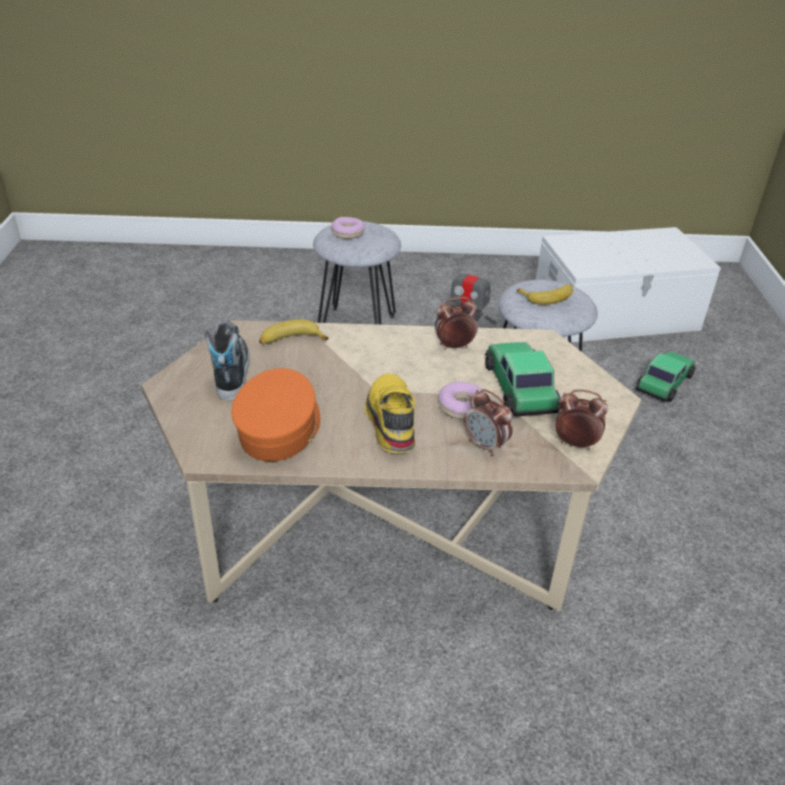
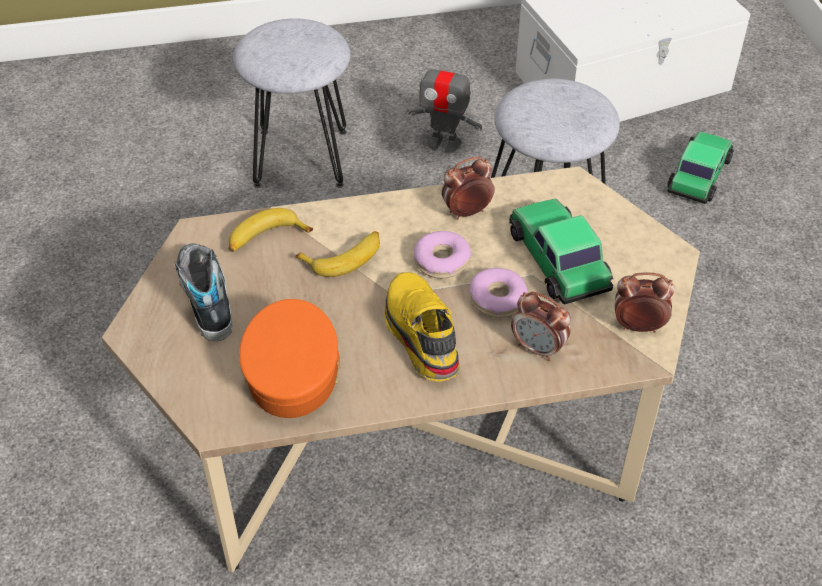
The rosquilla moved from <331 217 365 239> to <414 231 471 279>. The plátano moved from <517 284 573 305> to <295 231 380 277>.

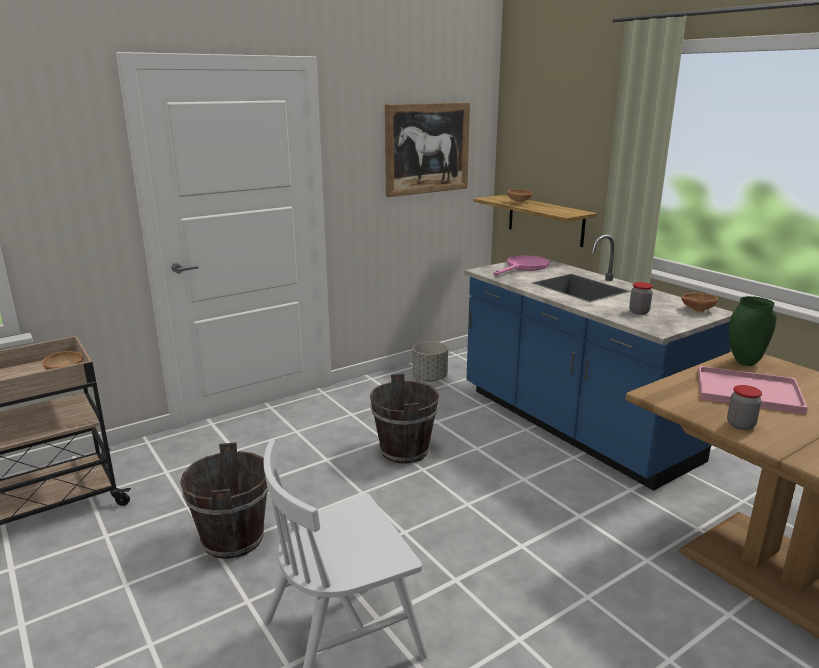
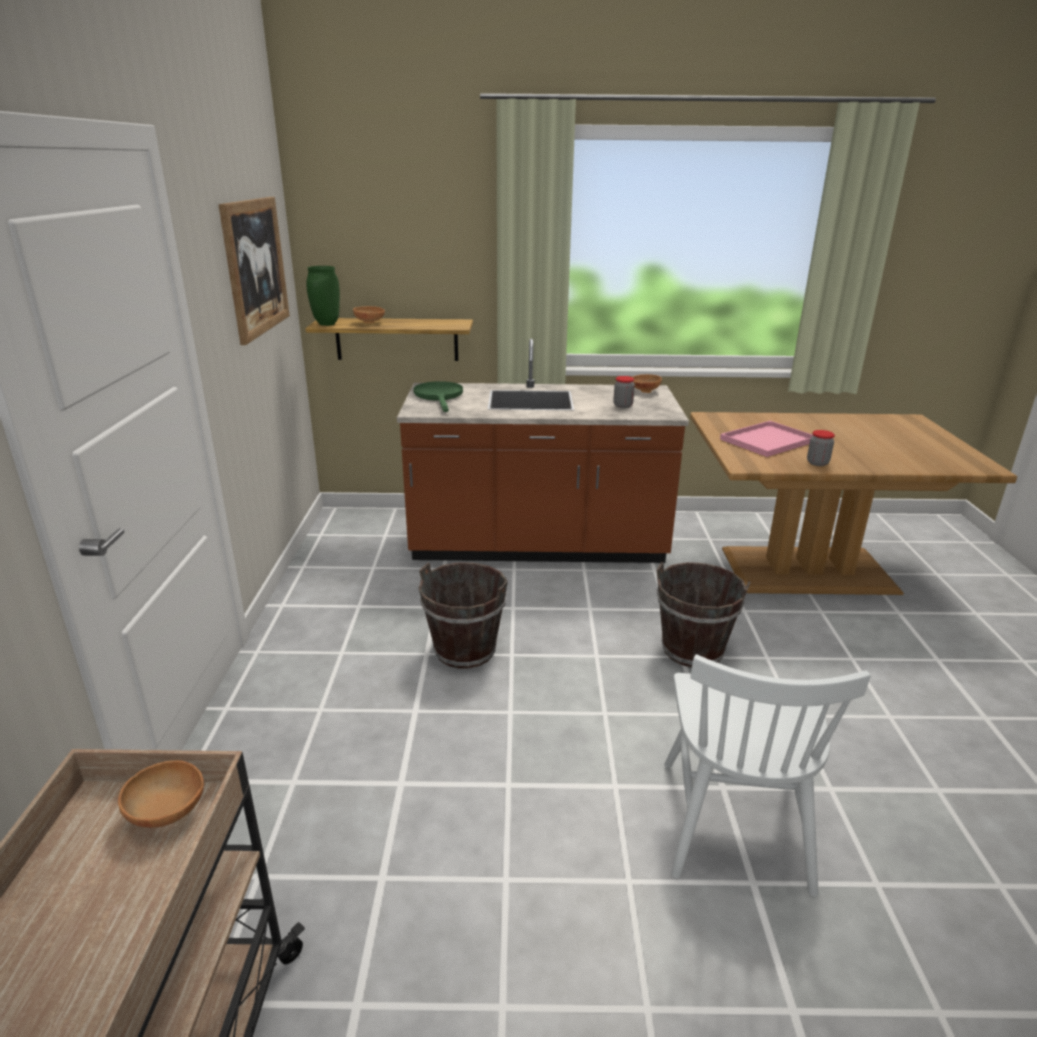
The cubo [marrón] moved from <180 442 268 559> to <656 562 750 668>. The maceta [gris] at <413 341 448 382> disappeared. The mueble bajo de cocina [azul] at <464 234 733 491> became the mueble bajo de cocina [marrón] at <397 339 689 563>. The sartén [rosa] at <493 256 549 275> became the sartén [verde] at <413 381 463 412>. The florero [verde] moved from <729 296 777 366> to <306 266 340 326>.

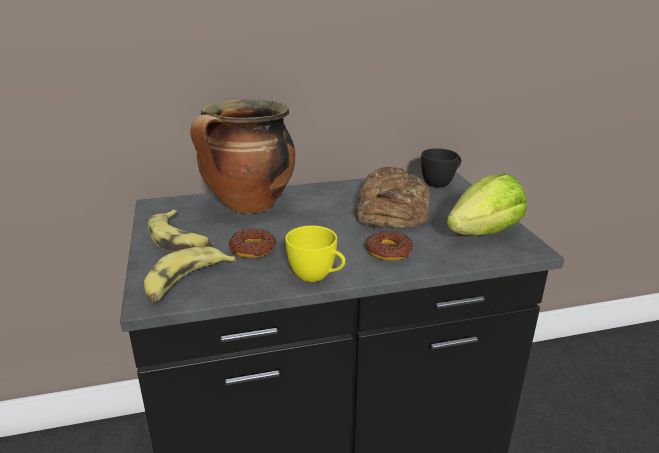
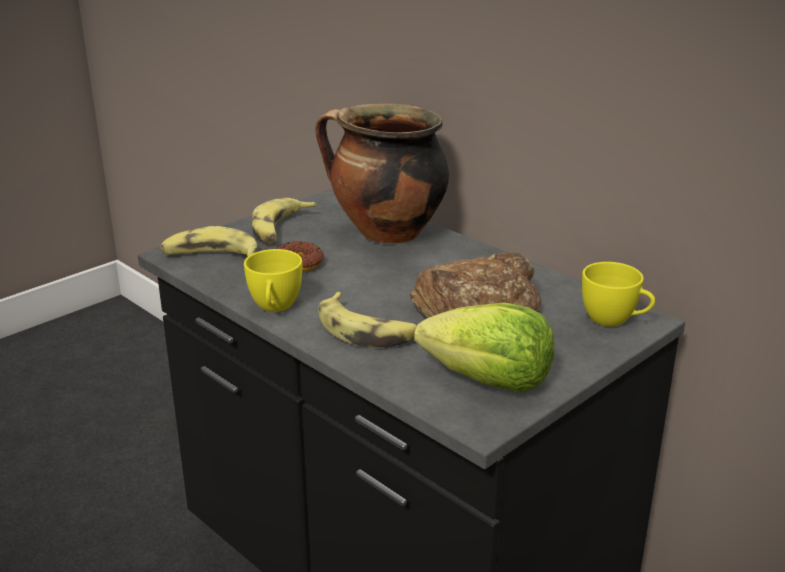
The rosquilla at <365 231 413 261> was replaced by the plátano at <318 292 417 347>. The taza [negro] at <421 148 461 188> became the taza [amarillo] at <582 262 655 327>.

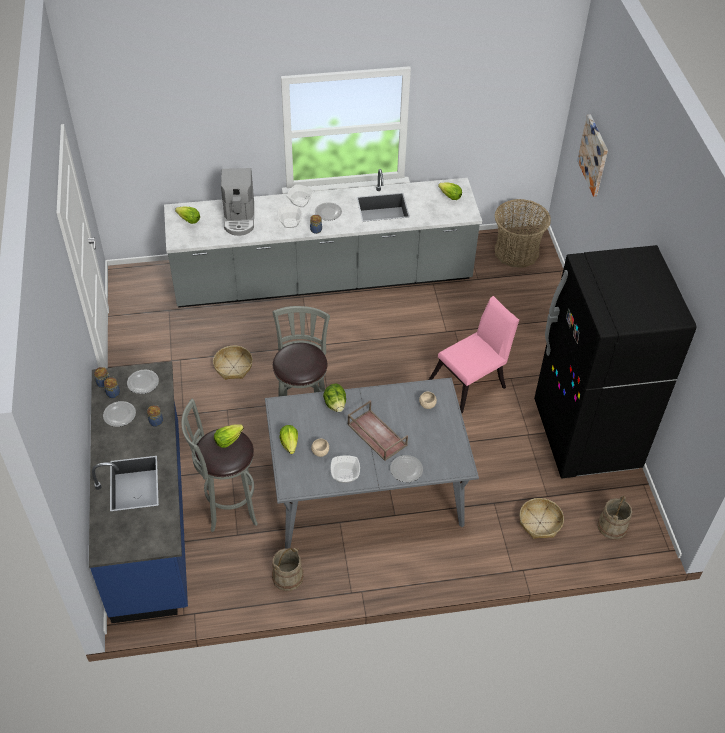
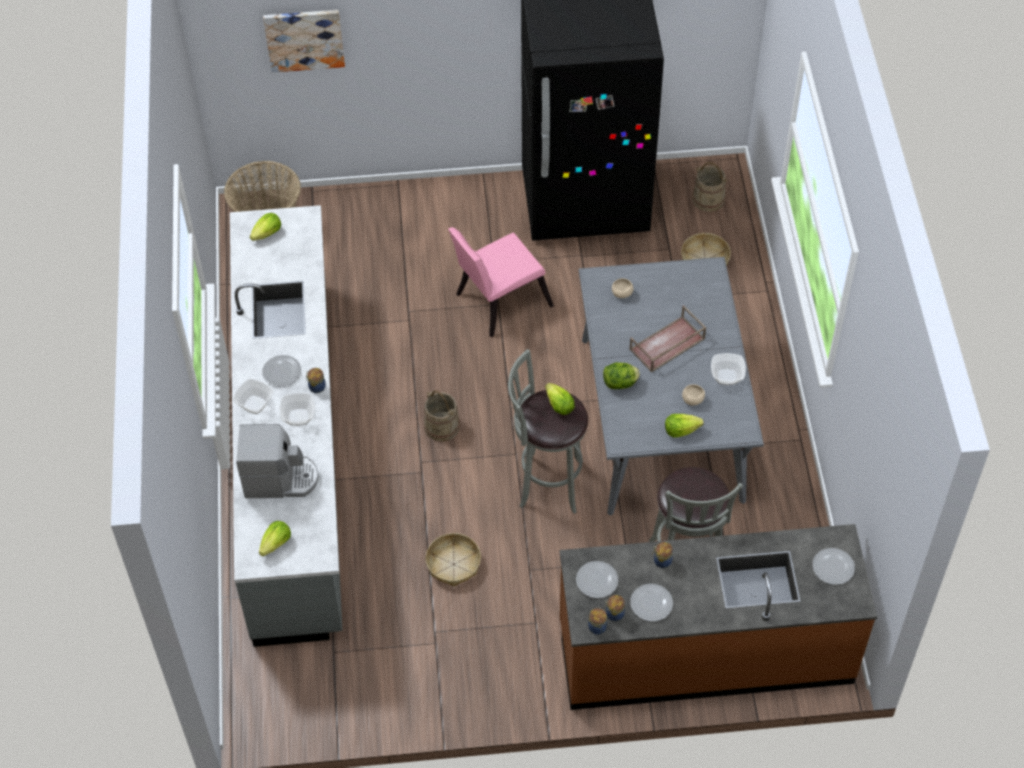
The mueble bajo de cocina [azul] at <89 361 188 623> became the mueble bajo de cocina [marrón] at <559 524 877 710>. The lechuga moved from <214 424 244 448> to <545 383 575 415>. The cubo [beis] moved from <272 548 303 591> to <424 390 460 441>. The plato moved from <390 455 423 482> to <813 548 855 585>. The silla [rosa] at <429 296 519 413> turned 90 degrees counterclockwise.

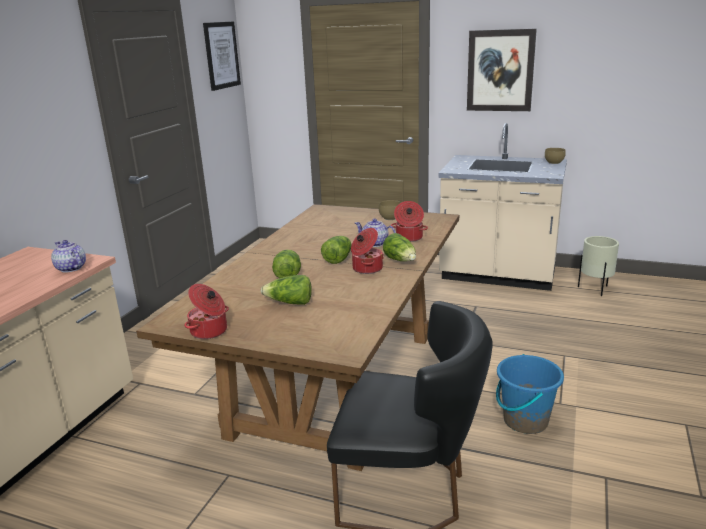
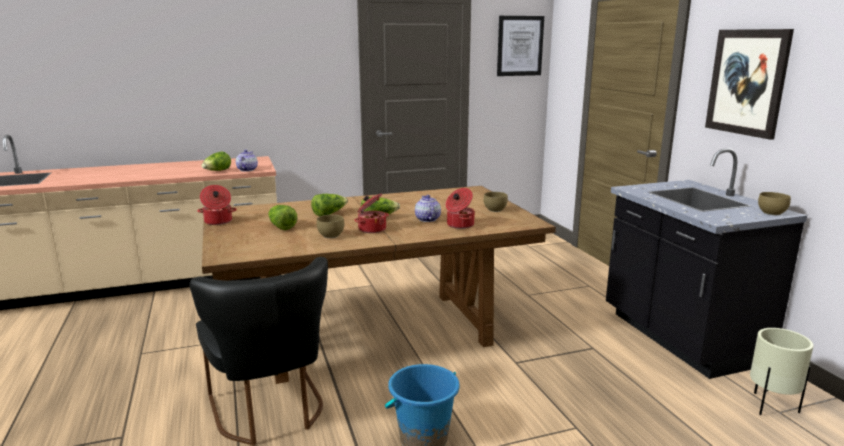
The lechuga moved from <383 233 416 261> to <201 151 231 171>. The mueble bajo de cocina [beis] at <439 123 567 291> became the mueble bajo de cocina [negro] at <606 148 807 379>. The cuenco [marrón] at <317 215 344 238> appeared.

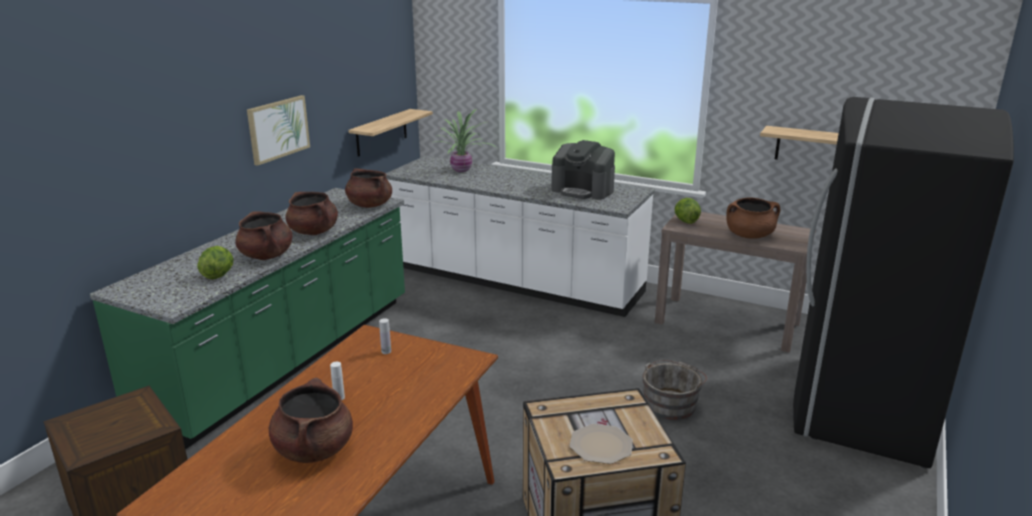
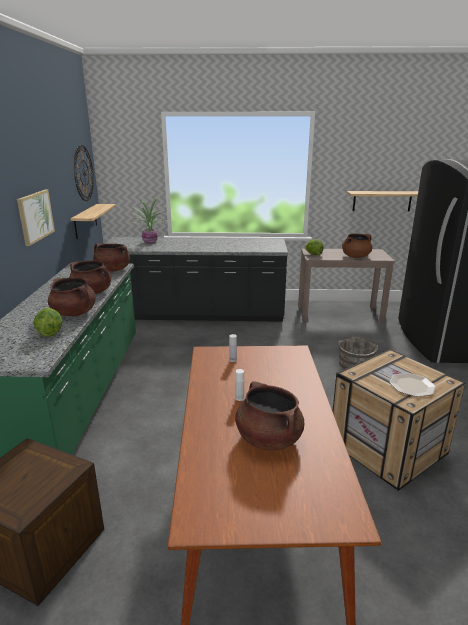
The mueble bajo de cocina [blanco] at <386 156 655 317> became the mueble bajo de cocina [negro] at <105 237 288 322>. The cafetera at <551 140 615 200> disappeared. The reloj de pared at <74 145 94 201> appeared.

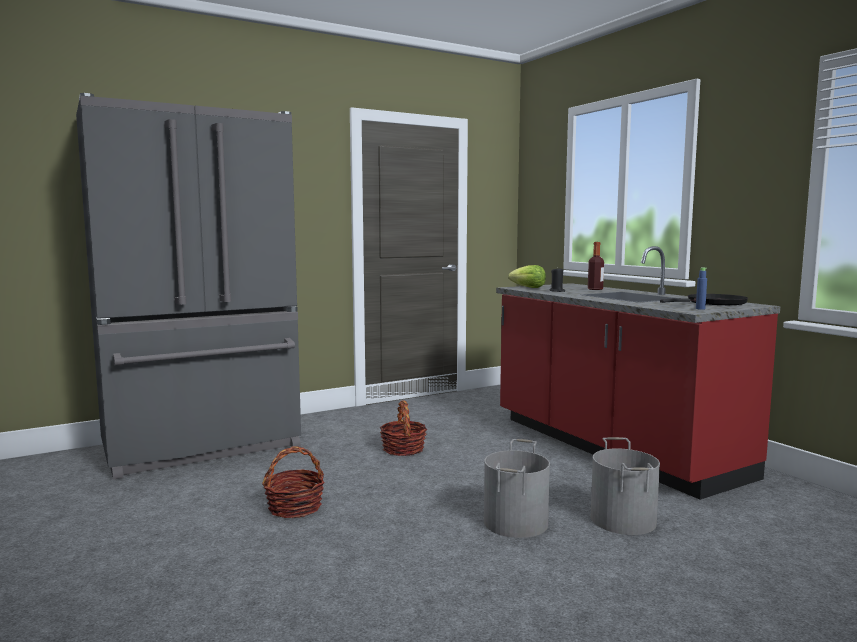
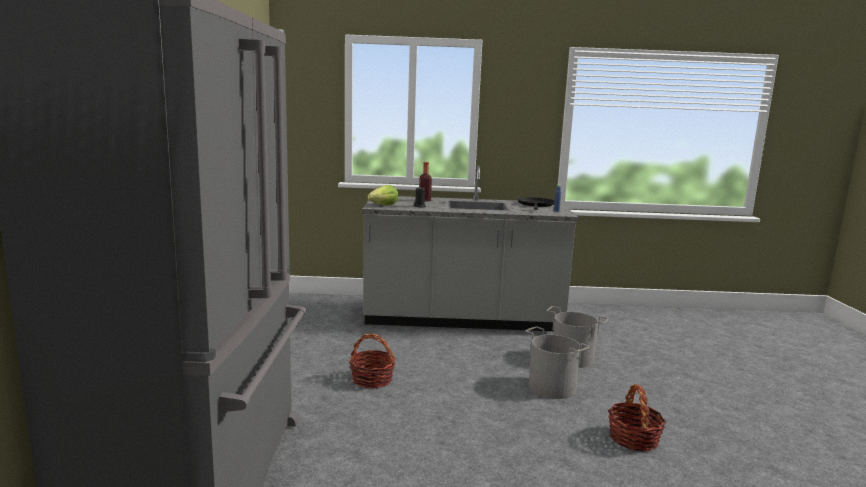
The cesta moved from <262 446 324 518> to <608 384 666 451>. The mueble bajo de cocina [rojo] at <496 246 780 500> became the mueble bajo de cocina [gris] at <362 166 579 331>.

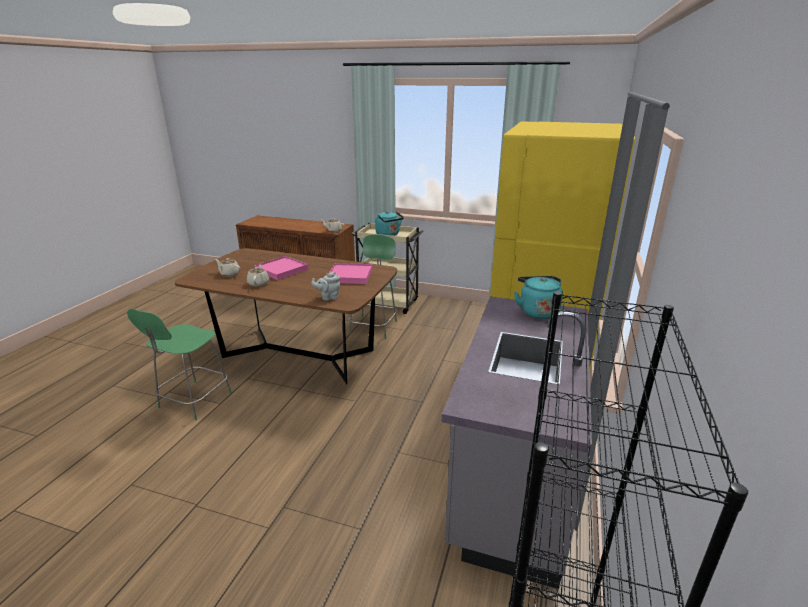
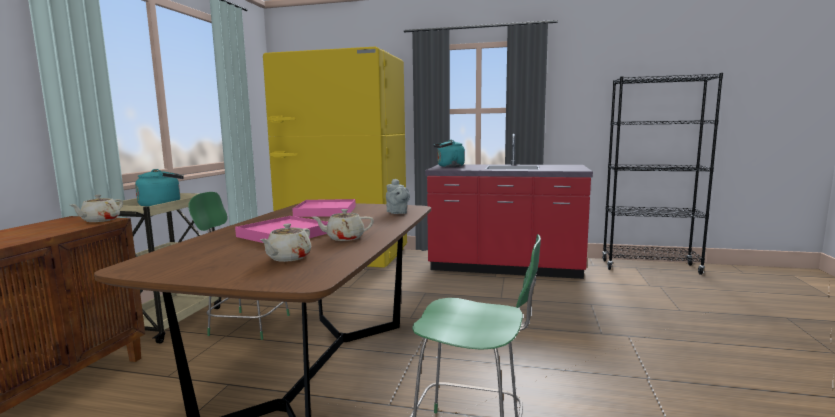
The mueble bajo de cocina [gris] at <442 296 592 589> became the mueble bajo de cocina [rojo] at <425 134 593 279>.

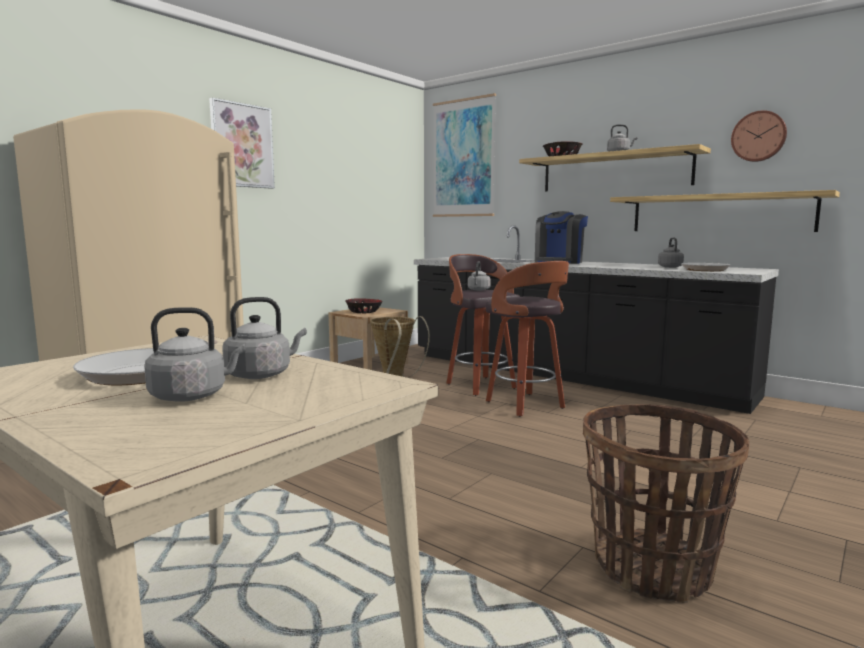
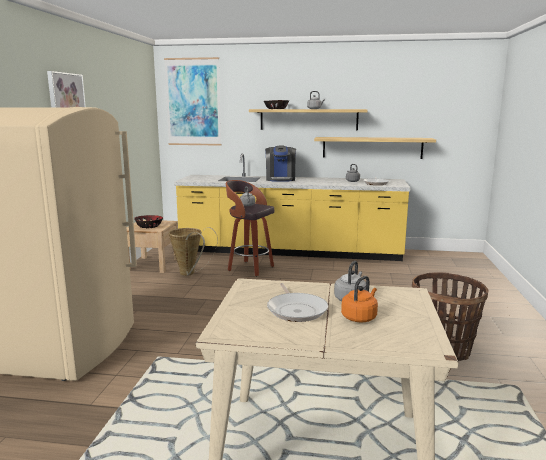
The hervidor [gris] at <144 307 246 402> became the hervidor [naranja] at <341 276 378 322>. The mueble bajo de cocina [negro] at <414 225 779 414> became the mueble bajo de cocina [amarillo] at <174 154 410 261>. The taburete at <486 261 569 417> disappeared. The reloj de pared at <731 110 787 162> disappeared.

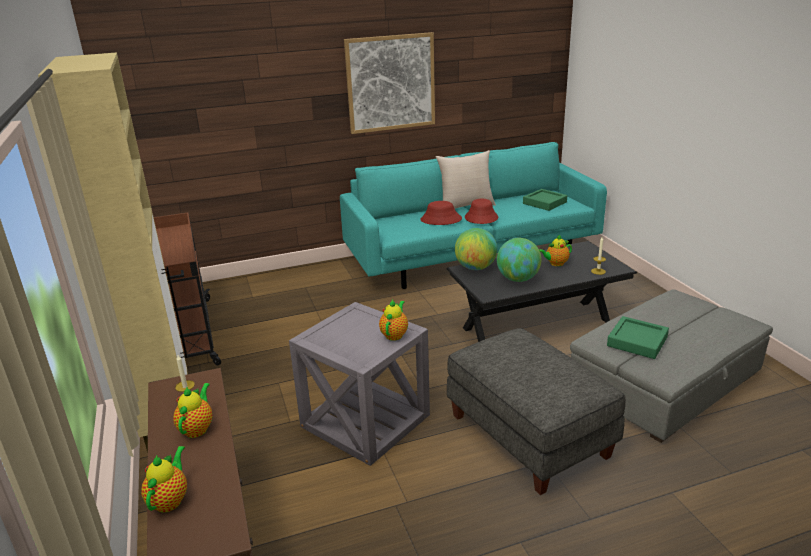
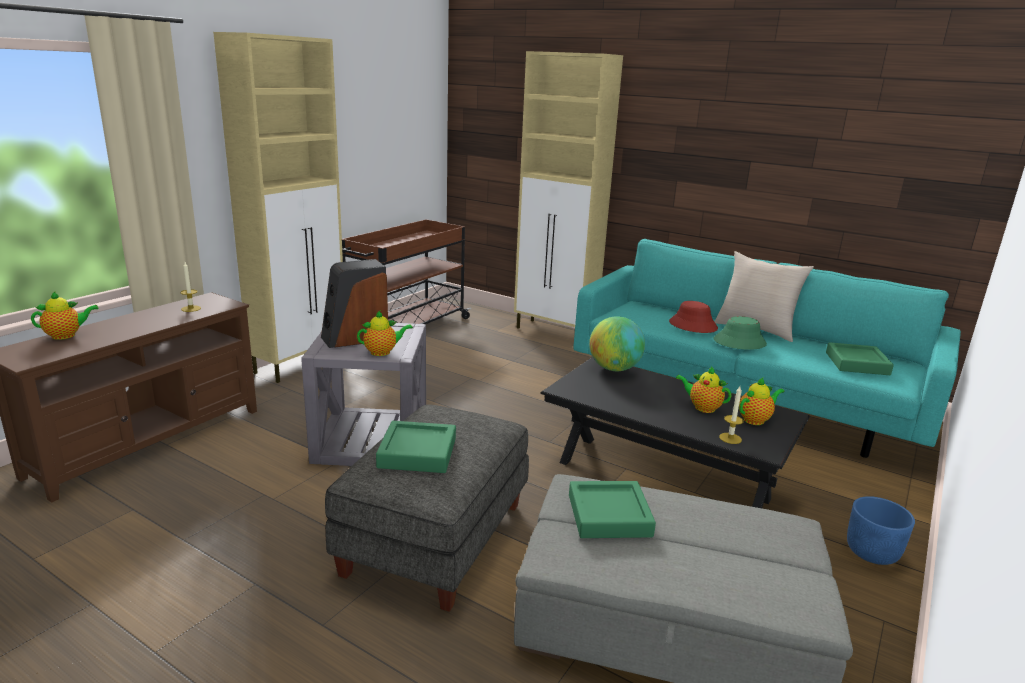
The tetera moved from <173 383 212 438> to <739 378 785 425>. The cuadro at <344 32 435 134> disappeared. The sombrero [rojo] at <465 199 498 224> became the sombrero [verde] at <714 316 767 350>. The globo terráqueo at <497 238 541 282> disappeared. The altavoz at <321 259 388 348> appeared. The bandeja [verde] at <376 421 456 473> appeared. The armario [beis] at <514 51 623 329> appeared. The maceta [azul] at <847 496 915 565> appeared.

